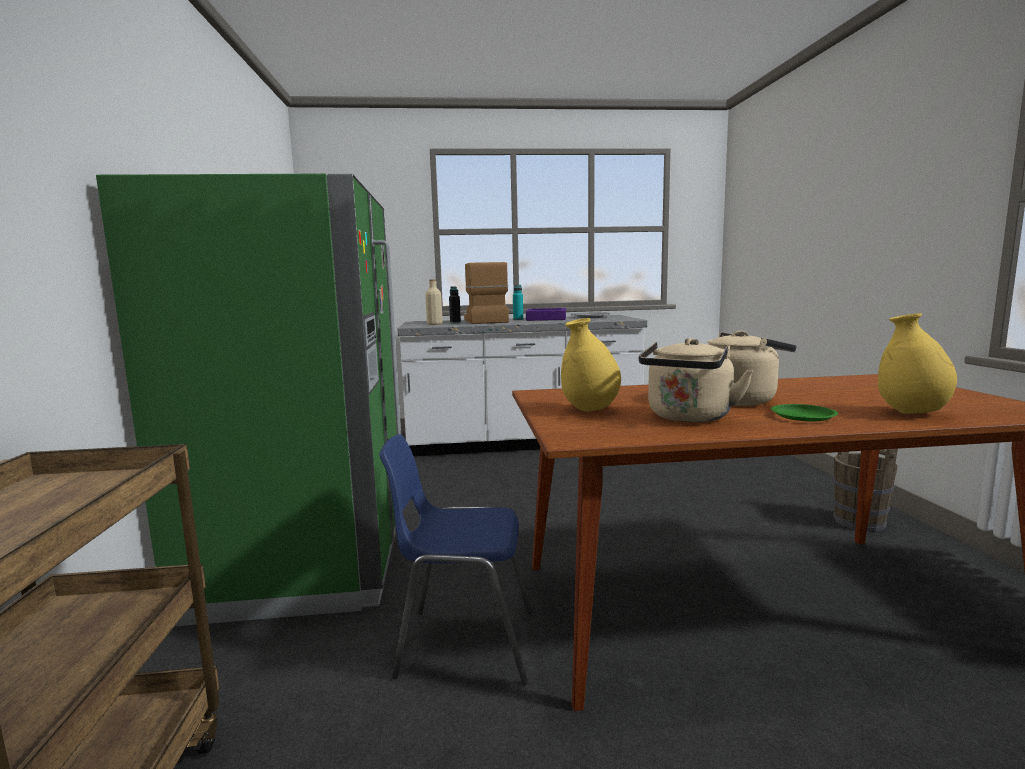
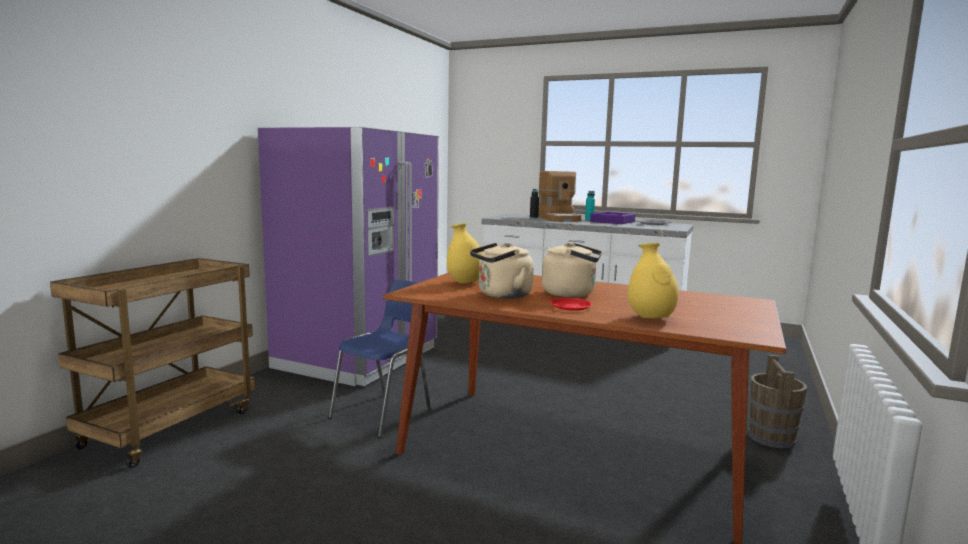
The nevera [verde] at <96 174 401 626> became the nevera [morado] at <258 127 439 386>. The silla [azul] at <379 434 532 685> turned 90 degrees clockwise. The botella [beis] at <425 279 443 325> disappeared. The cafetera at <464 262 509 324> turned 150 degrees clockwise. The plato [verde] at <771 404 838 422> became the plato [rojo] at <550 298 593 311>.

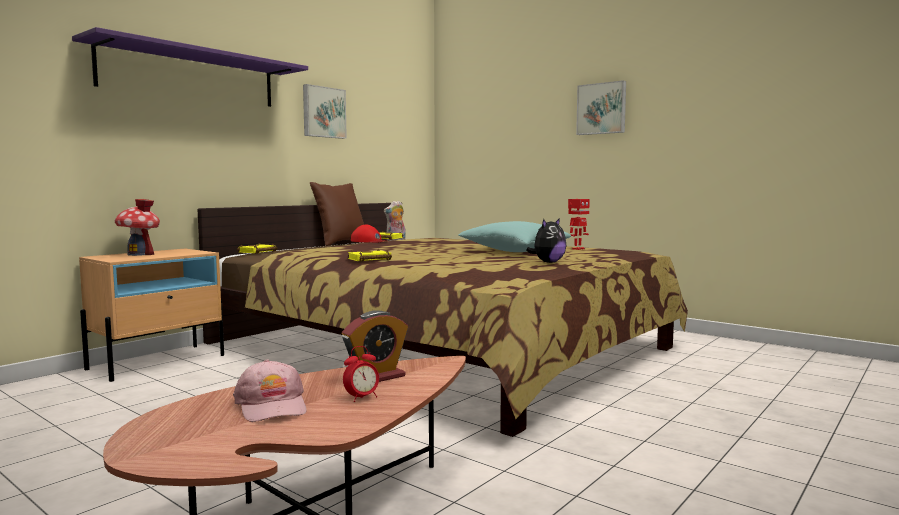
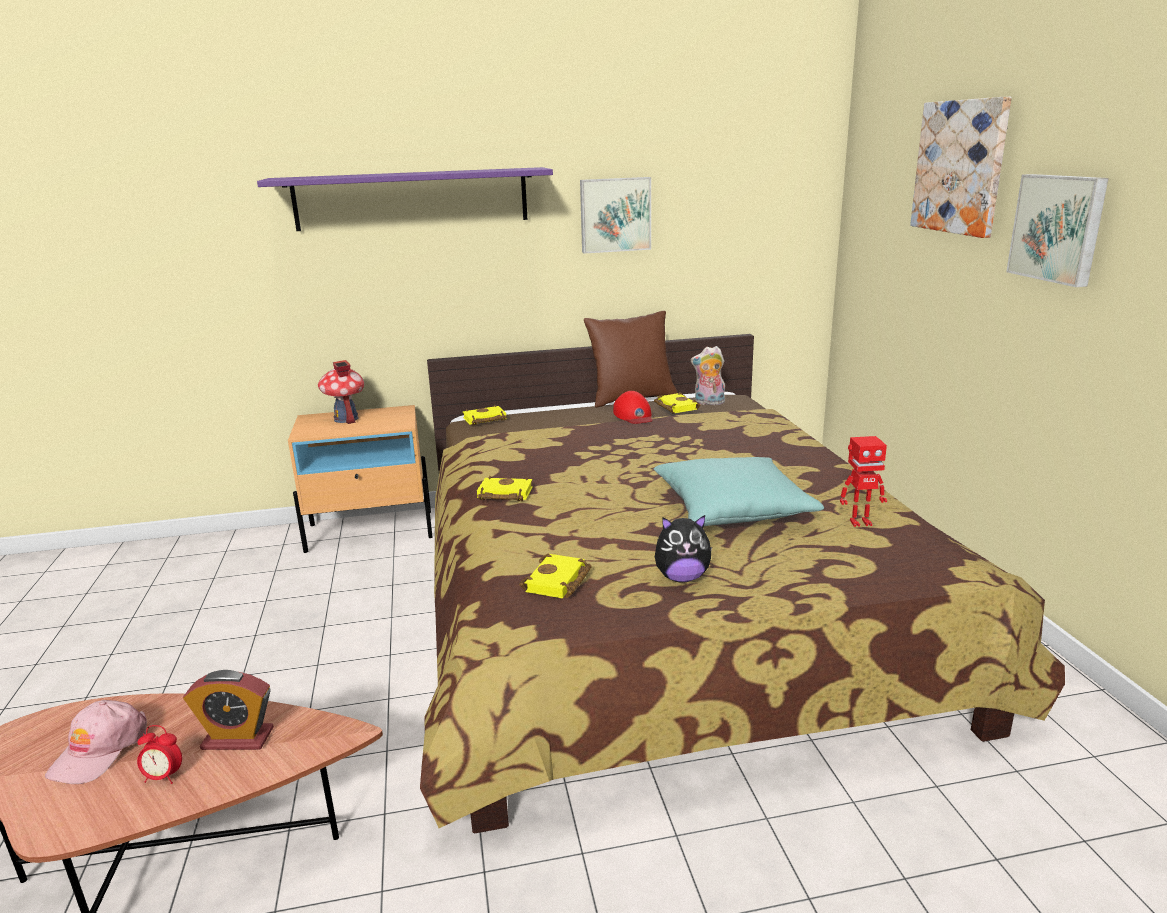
The libro [amarillo] at <519 553 592 598> appeared. The cuadro at <910 97 1012 238> appeared.

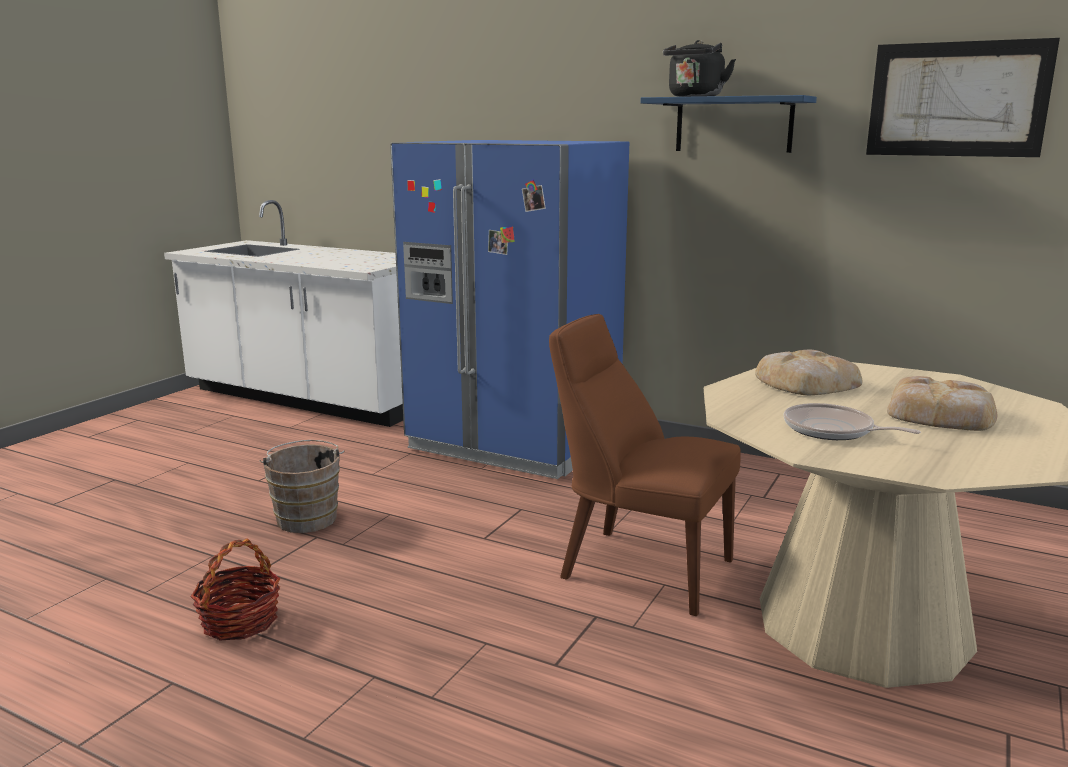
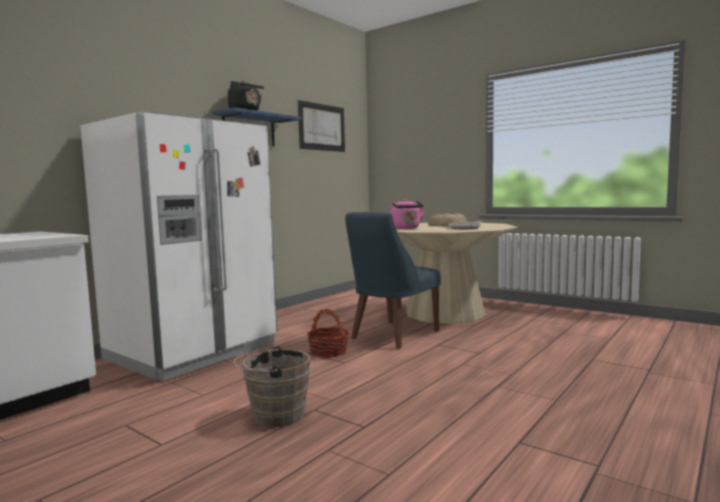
The cesta moved from <190 538 281 640> to <307 309 349 358>. The nevera [azul] at <390 140 629 479> became the nevera [blanco] at <80 111 277 381>. The silla [marrón] at <549 314 741 616> became the silla [azul] at <345 212 441 349>. The pan at <755 350 862 395> was replaced by the hervidor [rosa] at <390 199 425 229>.

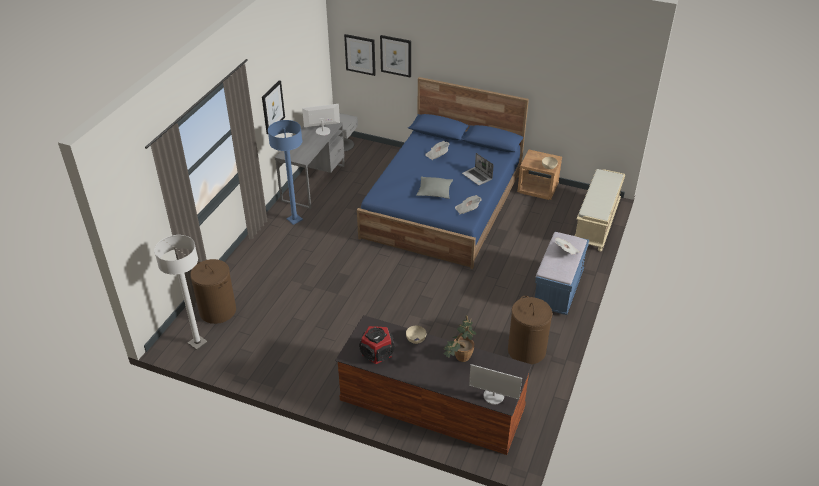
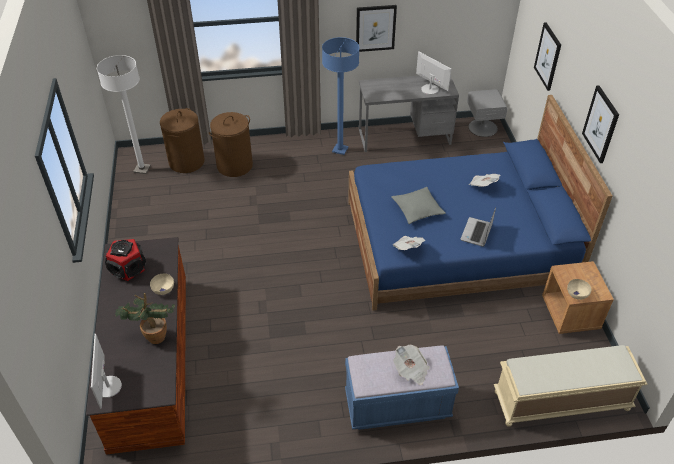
The cuadro moved from <344 34 376 76> to <582 85 619 163>. The cesto de la ropa [marrón] moved from <508 296 552 364> to <208 112 253 177>.

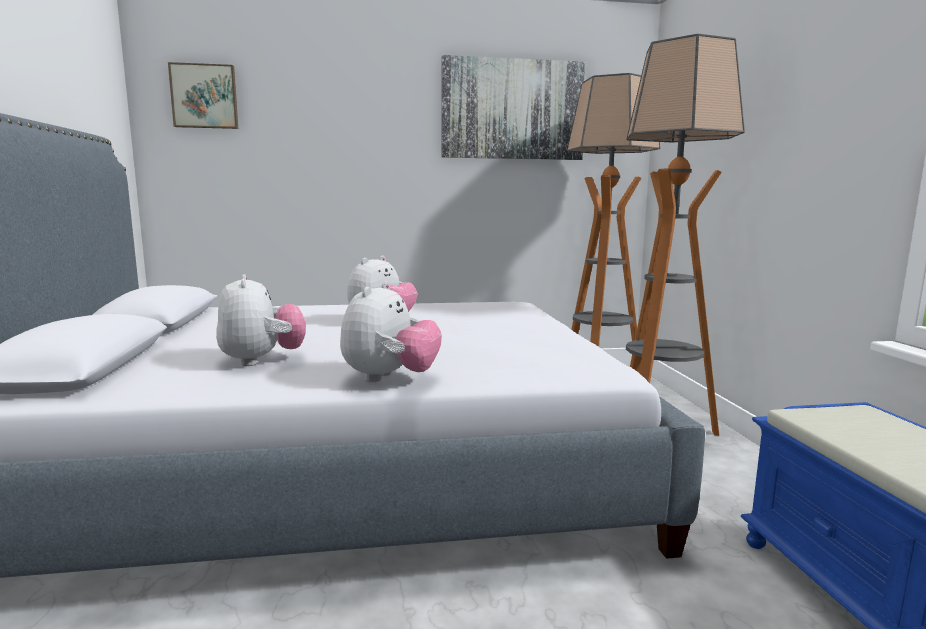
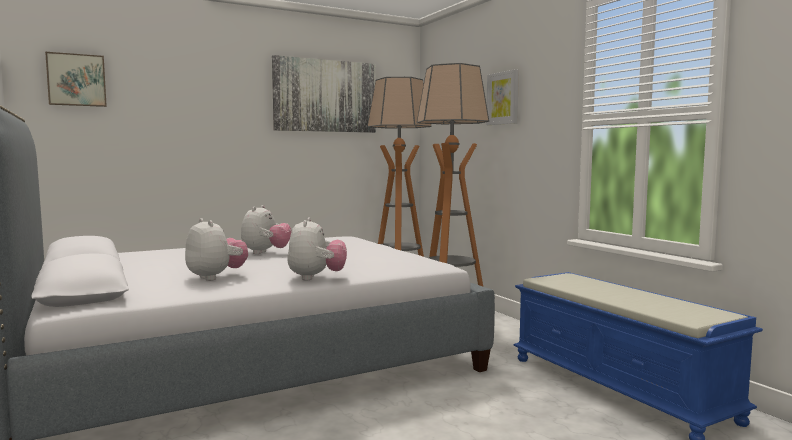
The cuadro at <486 69 519 125> appeared.

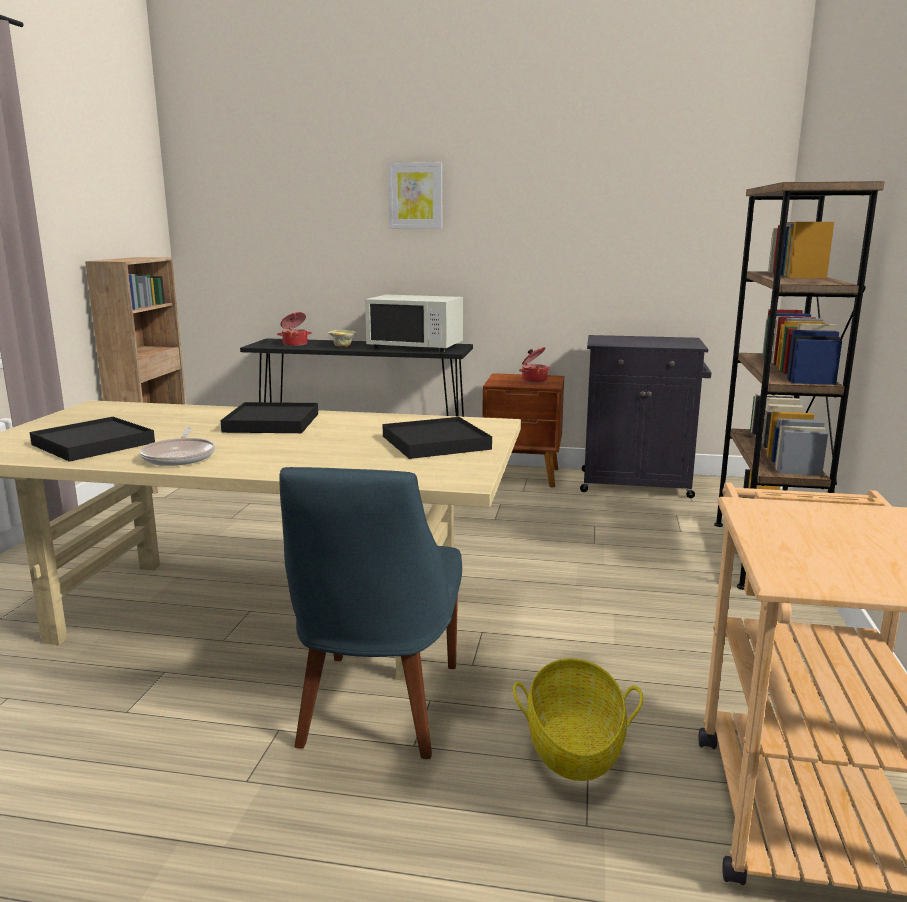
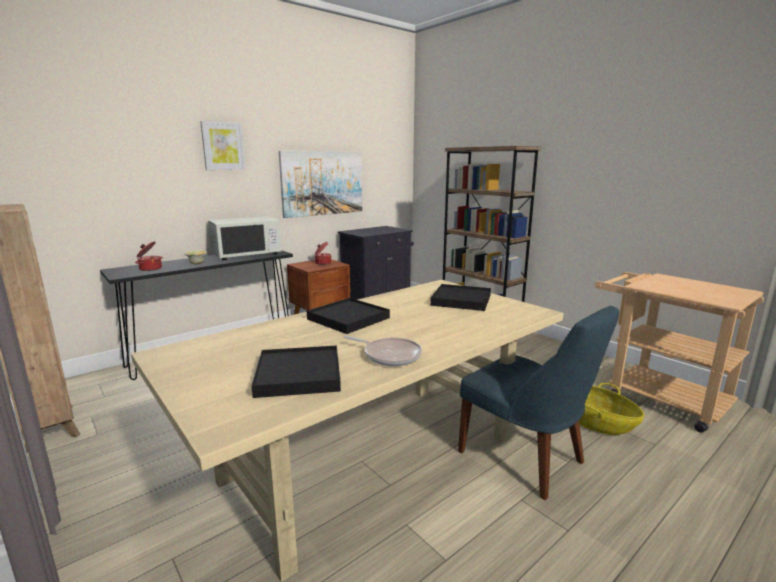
The cuadro at <279 151 362 218> appeared.

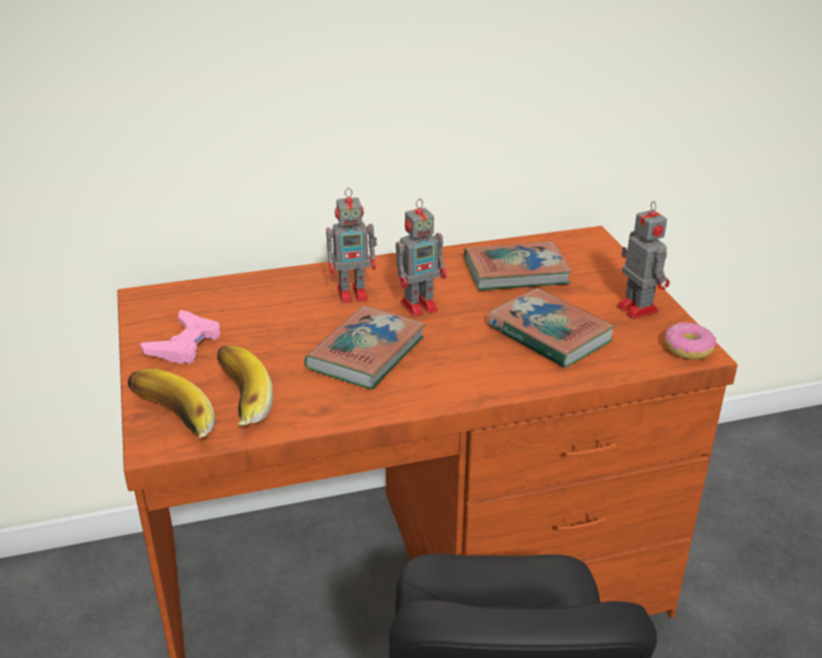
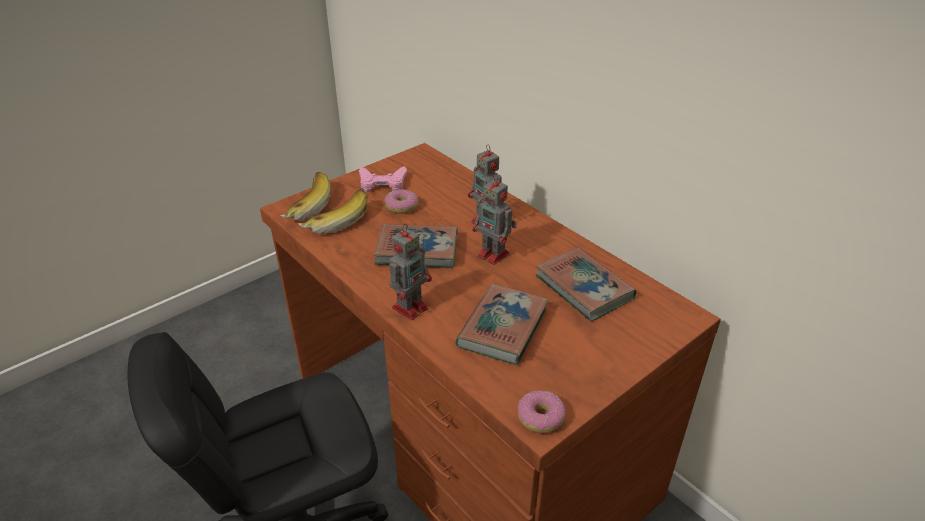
The robot de juguete moved from <617 201 670 319> to <389 224 432 320>. The rosquilla at <384 189 419 214> appeared.

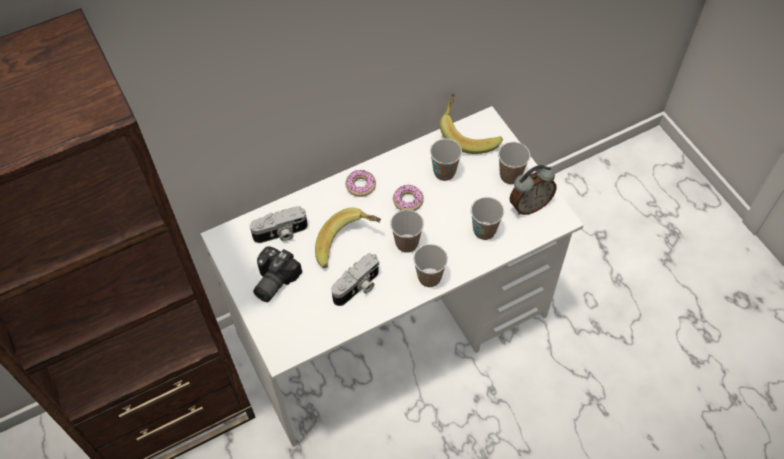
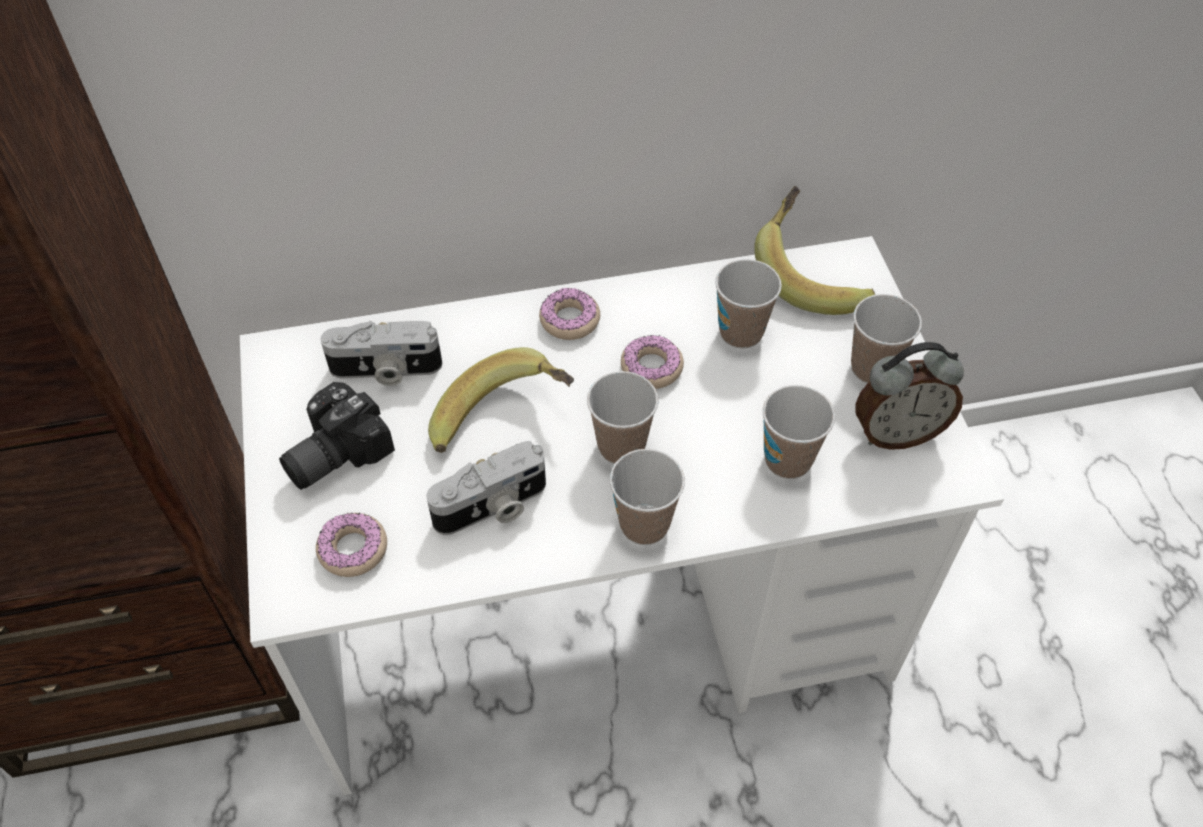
The rosquilla at <316 513 387 577> appeared.

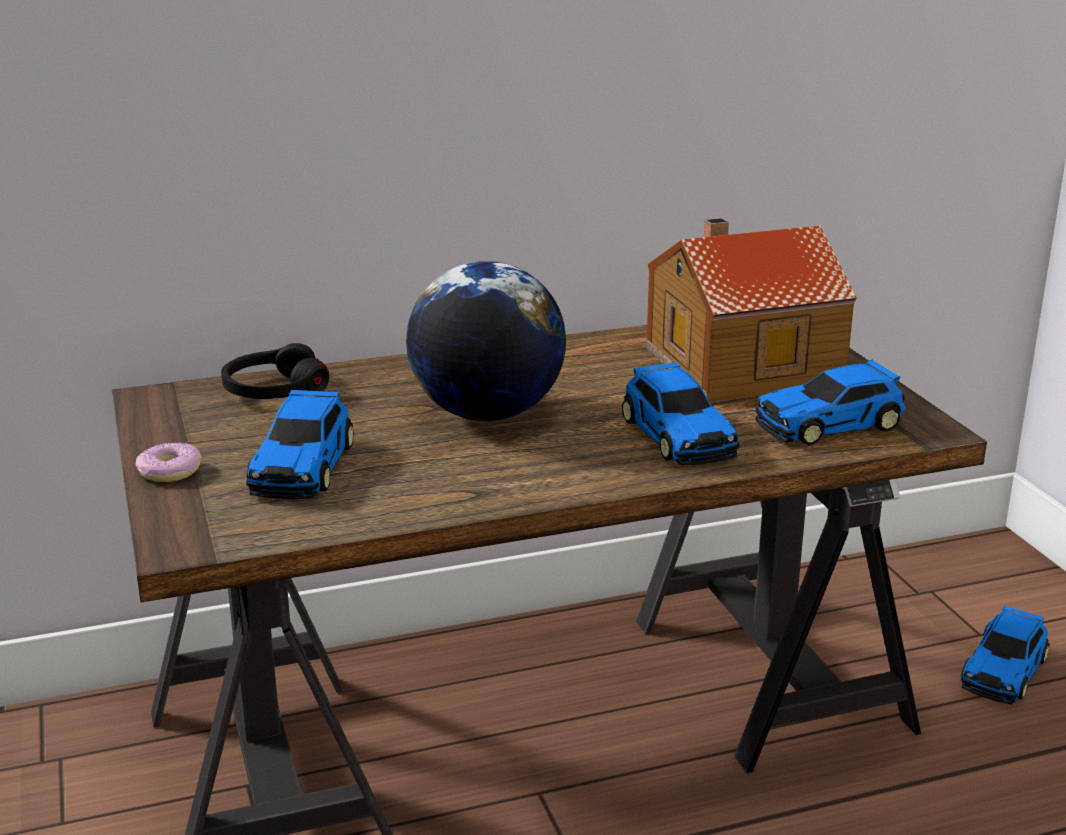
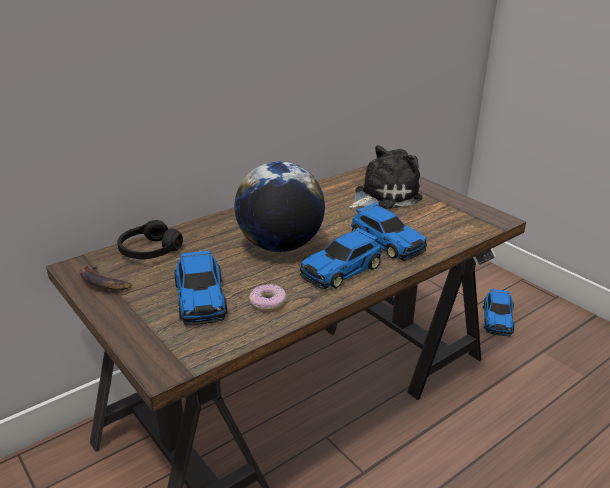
The rosquilla moved from <136 443 201 482> to <249 284 286 311>. The casita at <646 218 857 403> was replaced by the peluche at <349 145 423 209>. The coche de juguete moved from <755 359 906 445> to <300 228 382 289>. The plátano at <79 266 132 290> appeared.

